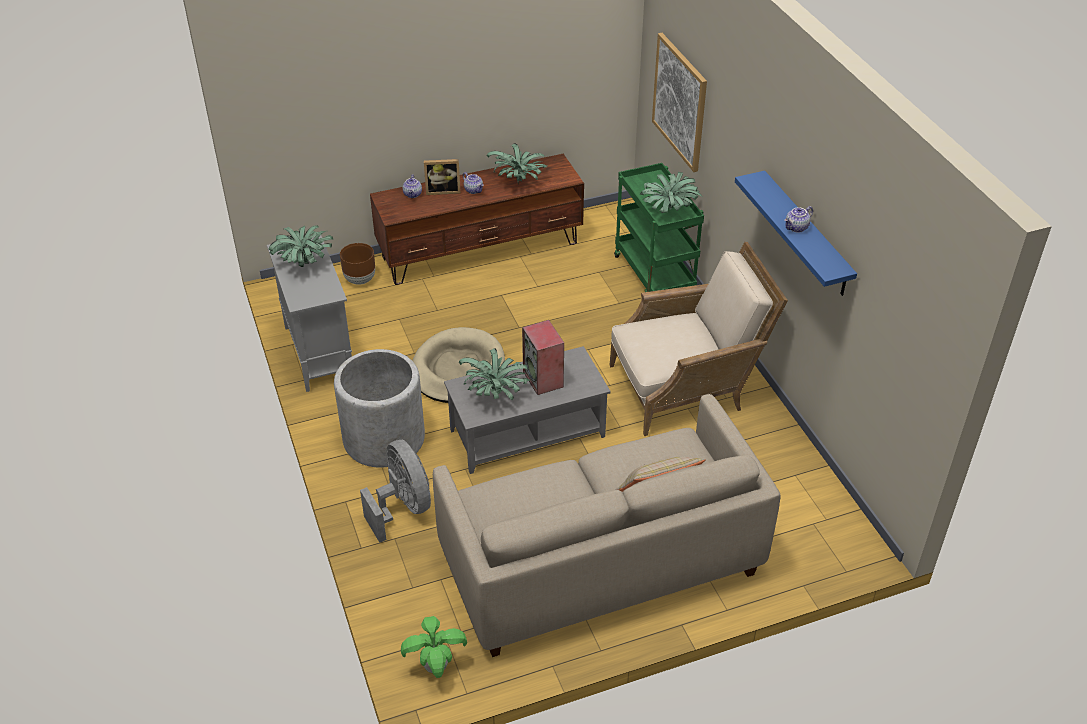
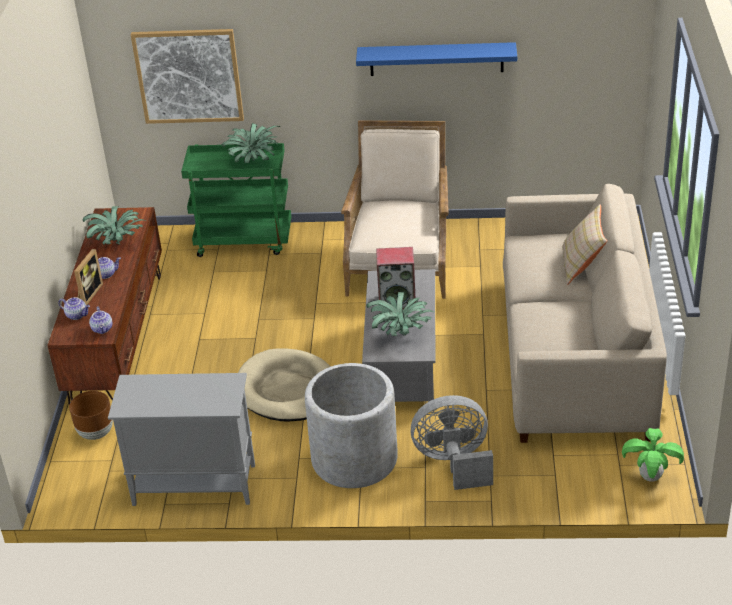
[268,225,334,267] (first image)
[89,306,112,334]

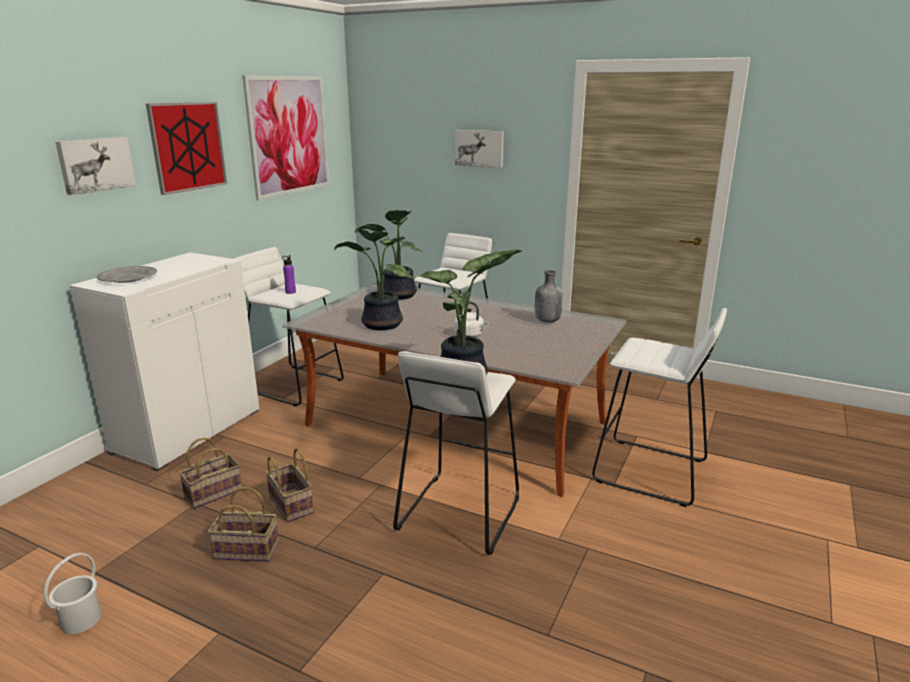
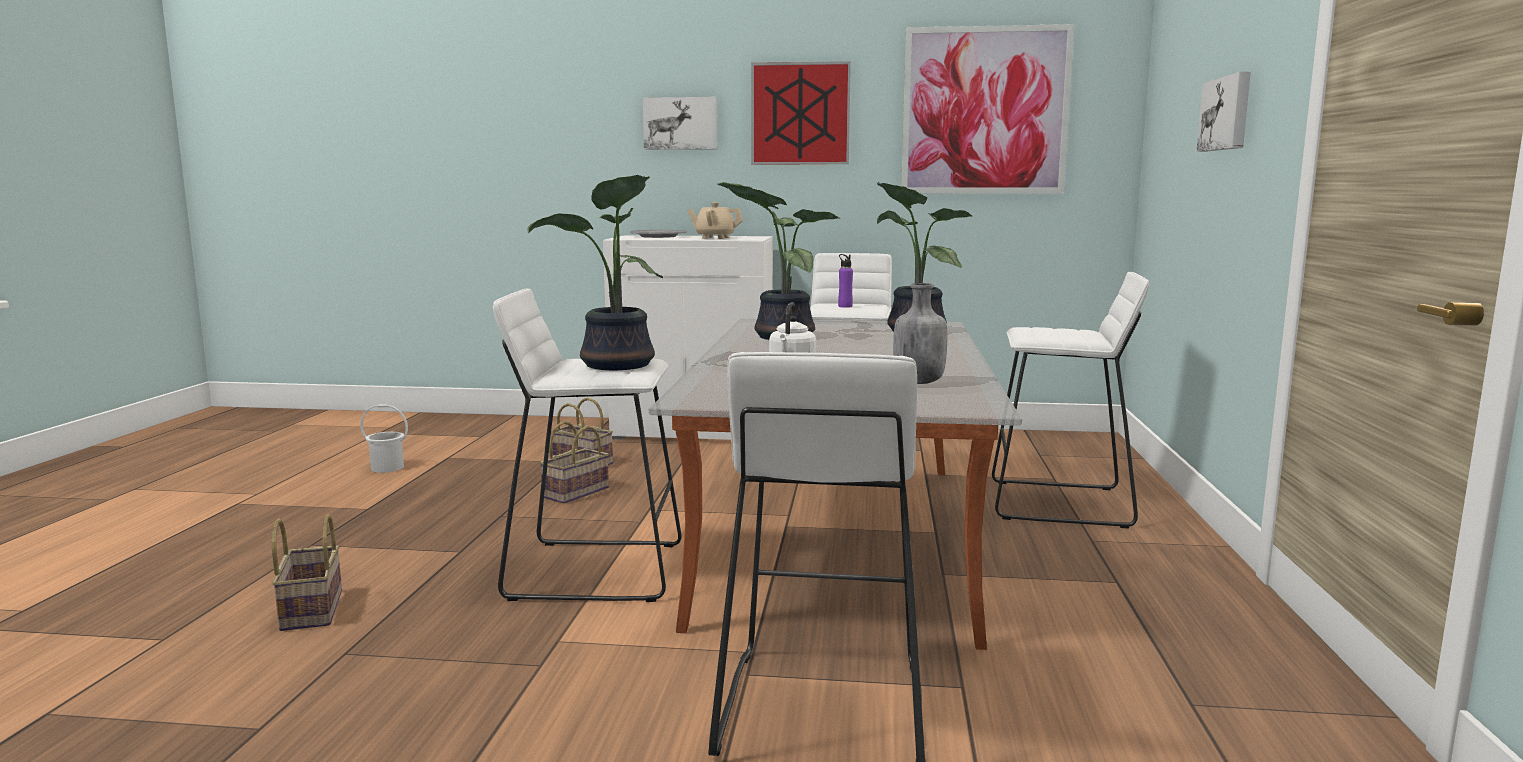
[272,514,342,631]
[687,202,743,239]

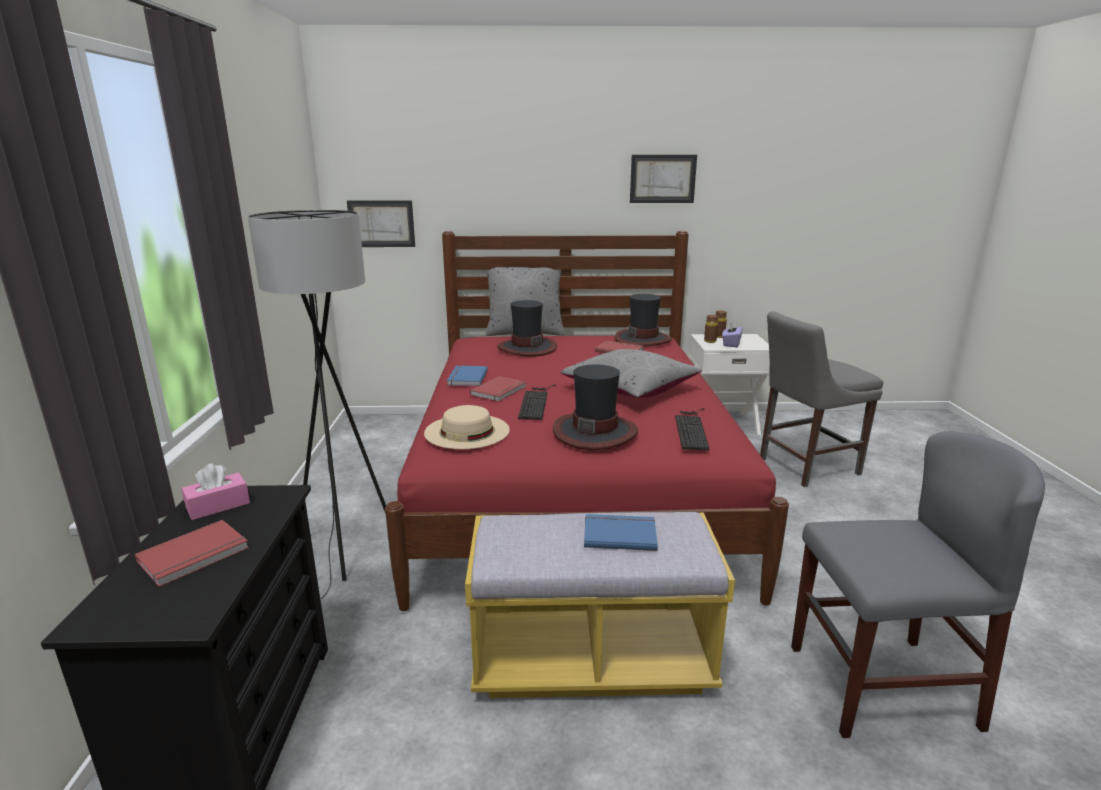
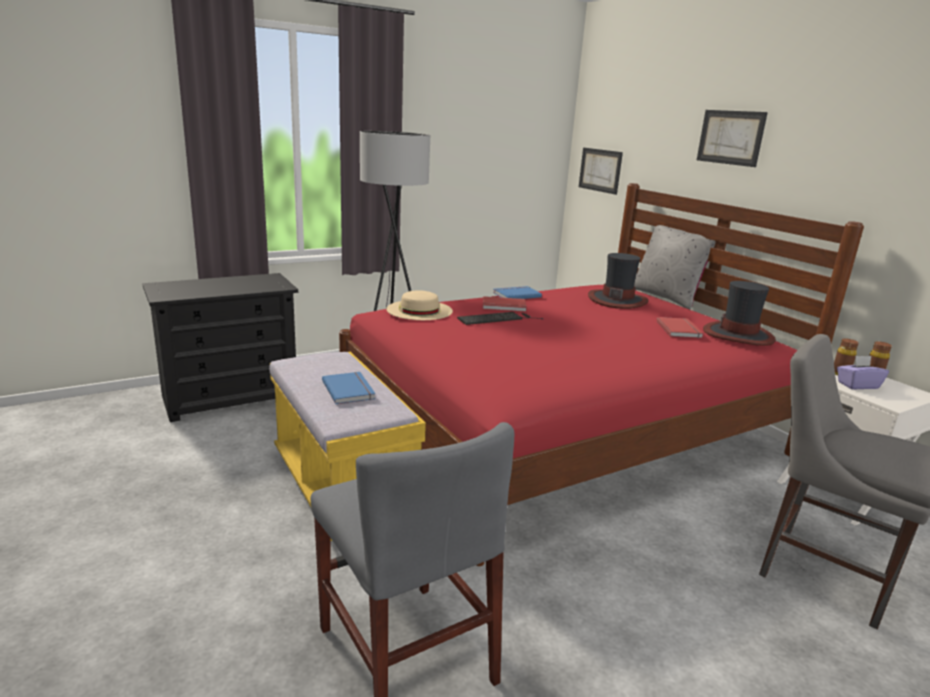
[135,520,249,587] (first image)
[182,463,250,520] (first image)
[553,364,638,450] (first image)
[561,349,702,398] (first image)
[697,110,768,167]
[675,408,710,450] (first image)

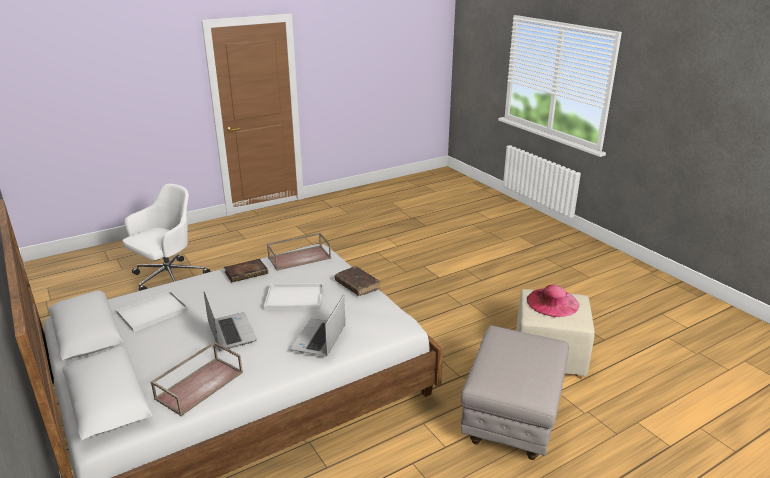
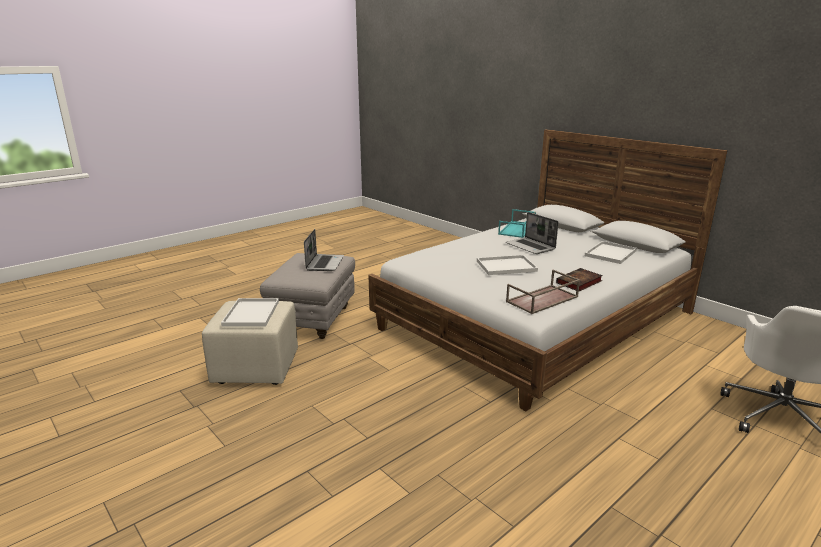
[498,209,536,238]
[304,229,344,271]
[335,266,380,296] (first image)
[221,298,279,327]

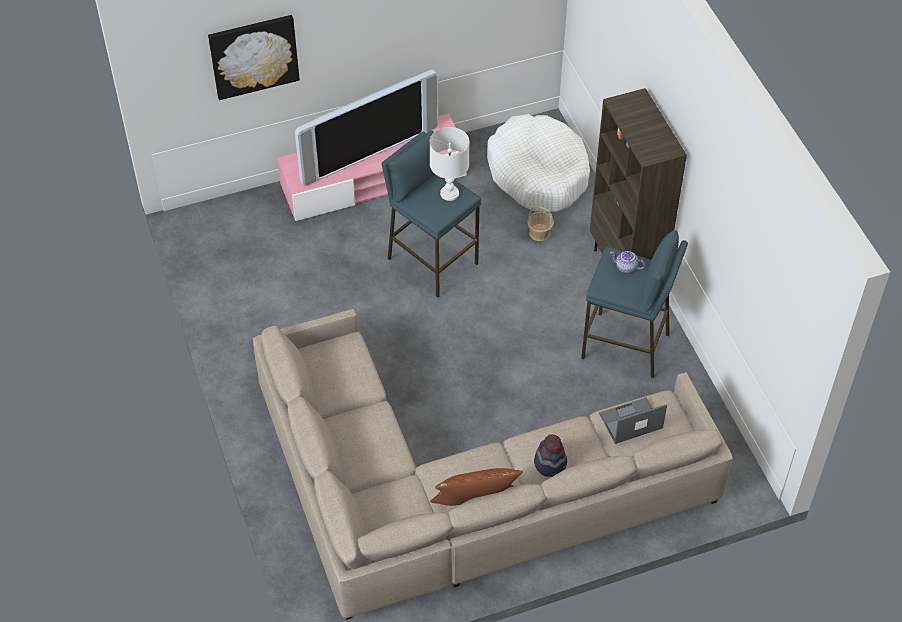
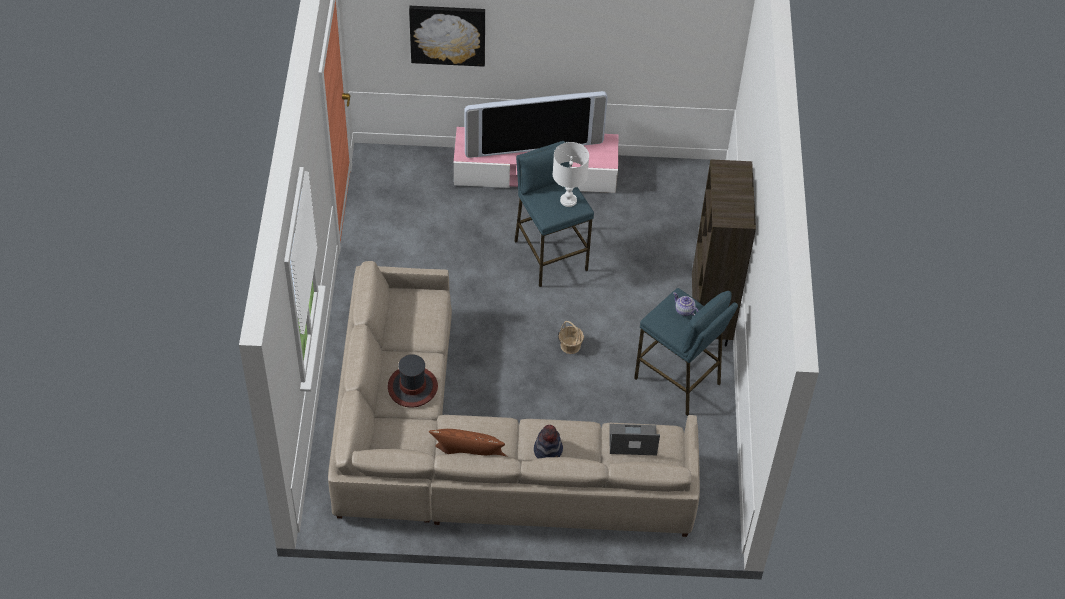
[487,114,590,212] (first image)
[559,321,584,354]
[388,354,438,408]

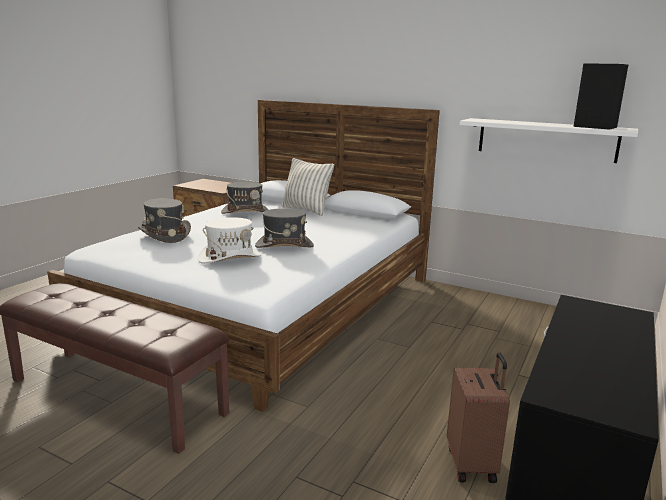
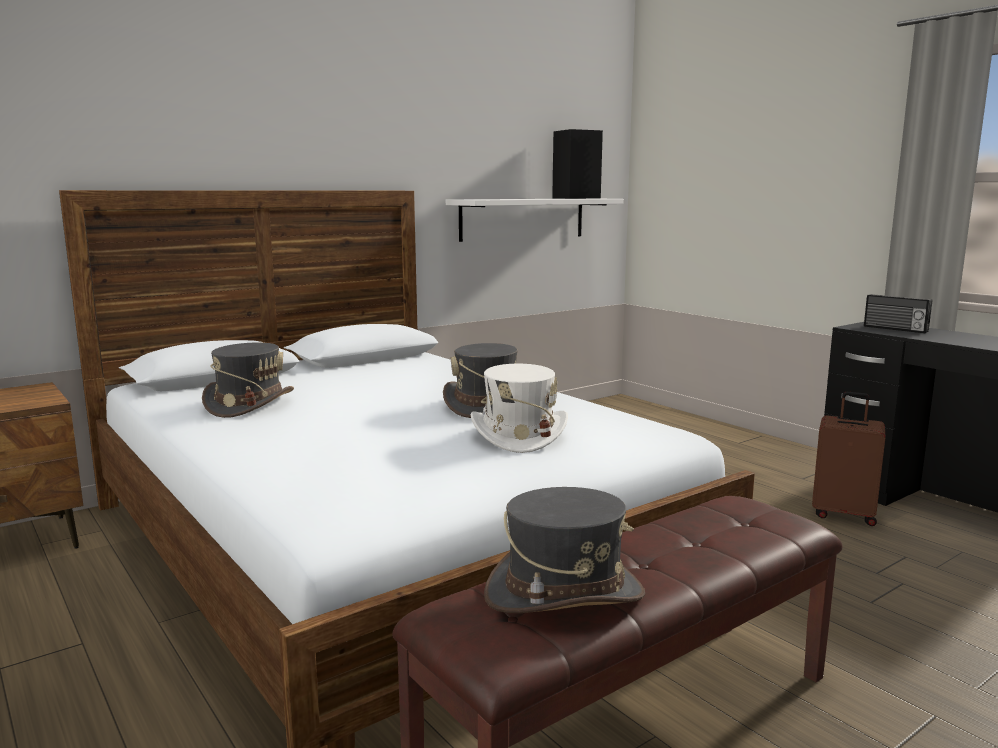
[484,487,645,613]
[281,158,334,216] (first image)
[864,294,932,333]

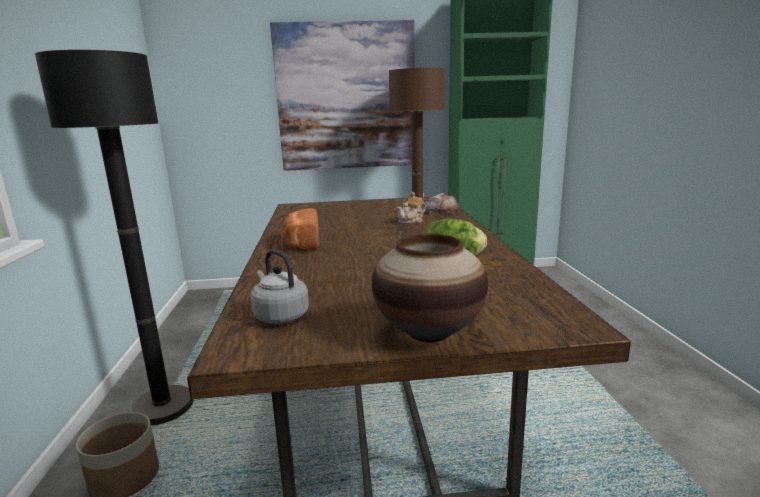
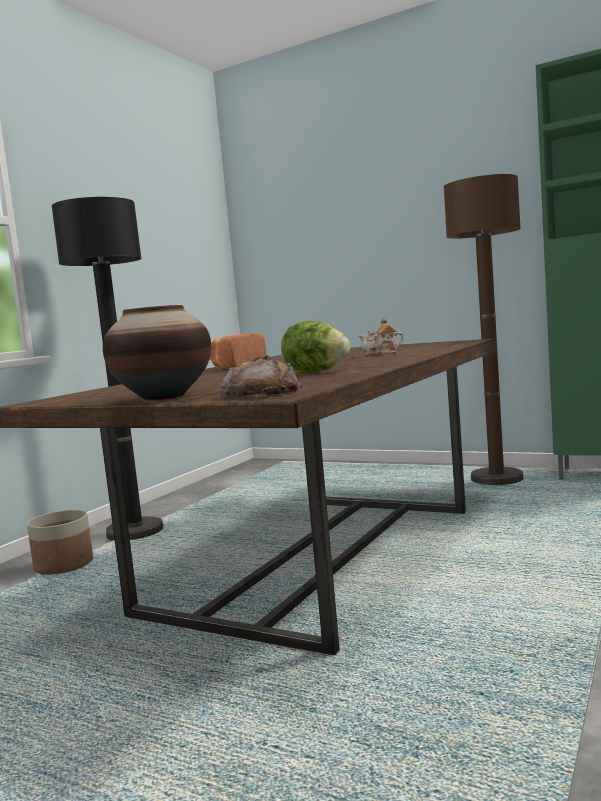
[250,250,309,324] (first image)
[270,20,415,171] (first image)
[220,355,302,396]

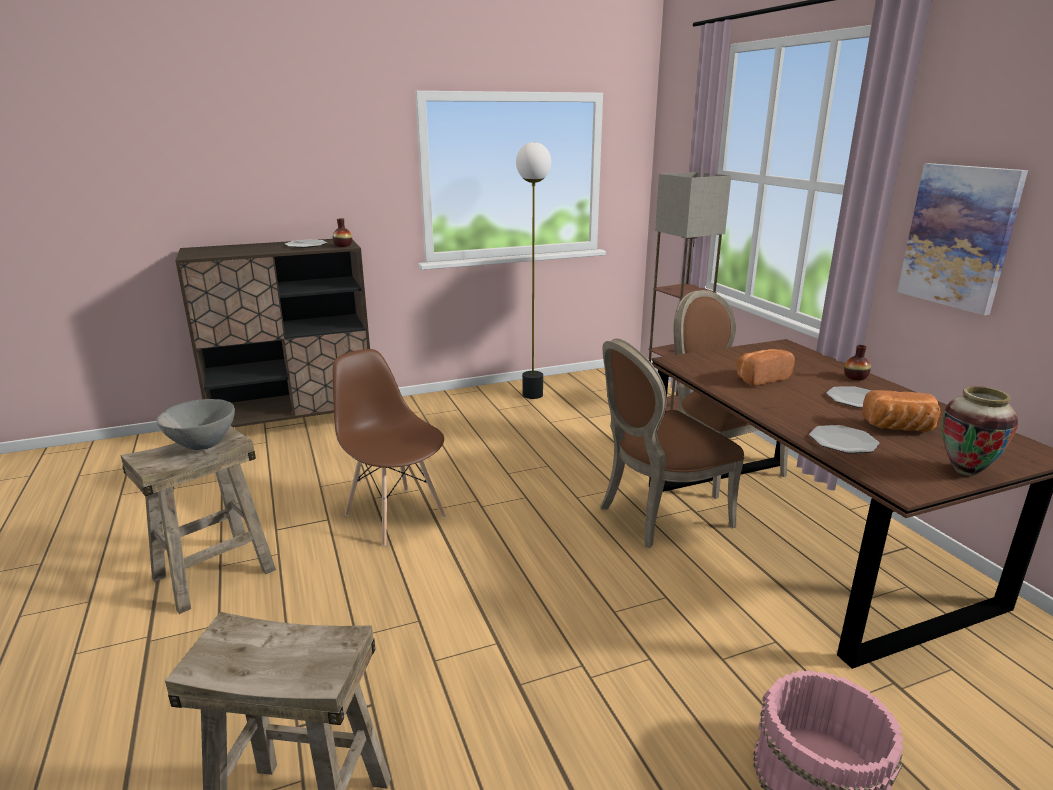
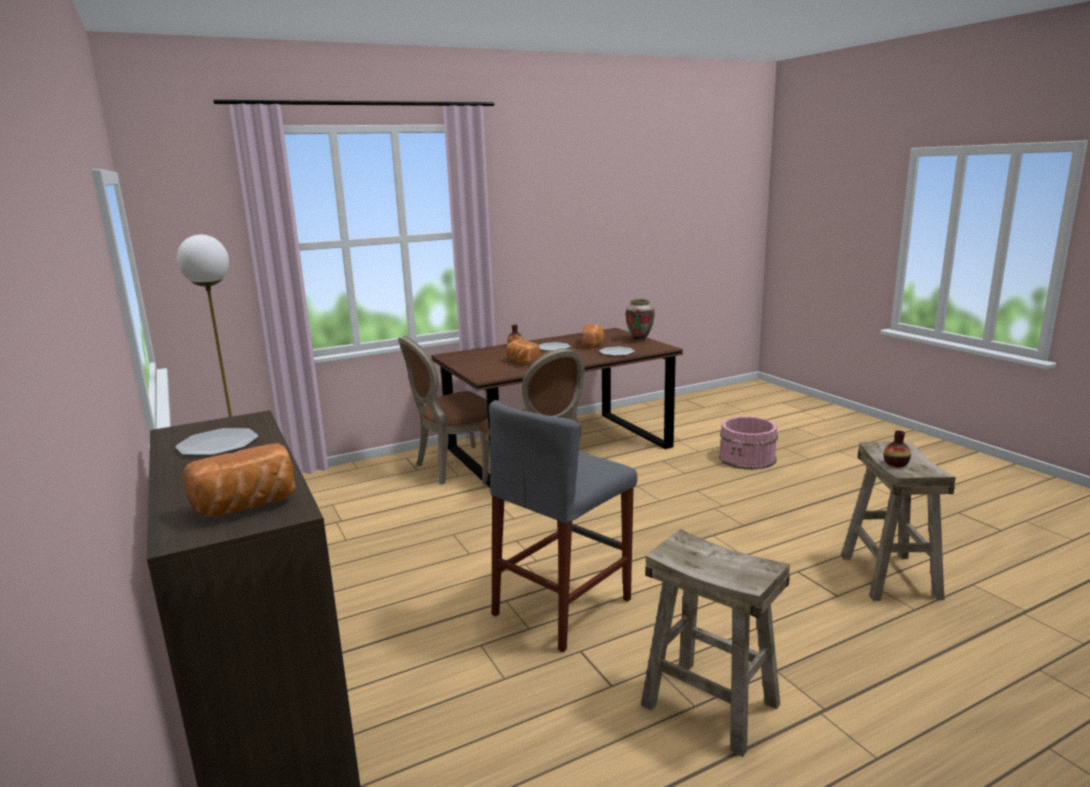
[157,399,235,450] (first image)
[884,431,911,467]
[489,400,637,652]
[649,172,731,411] (first image)
[897,163,1028,315] (first image)
[183,443,296,518]

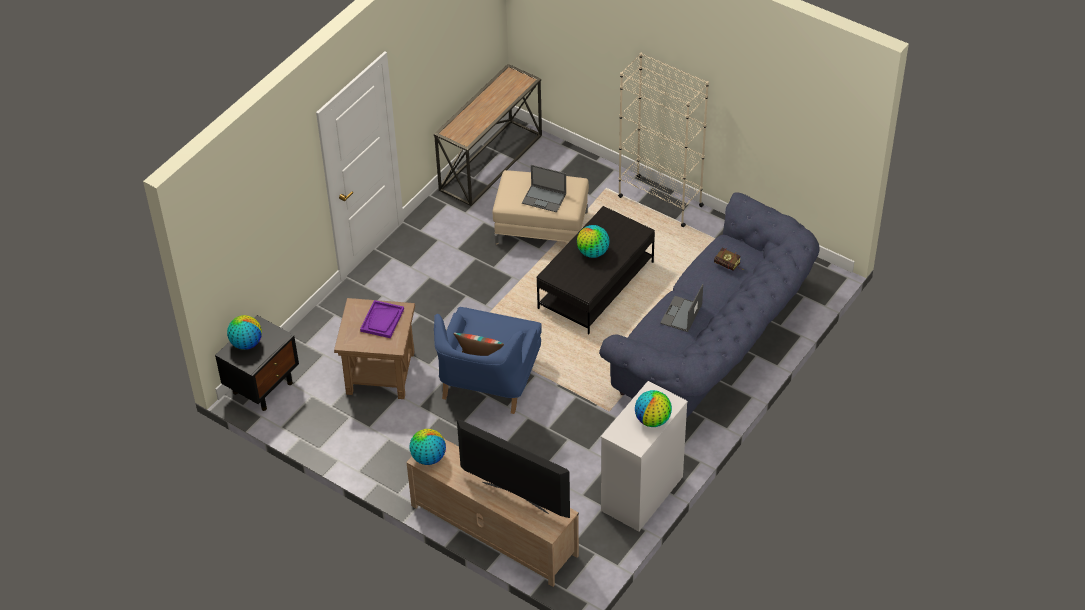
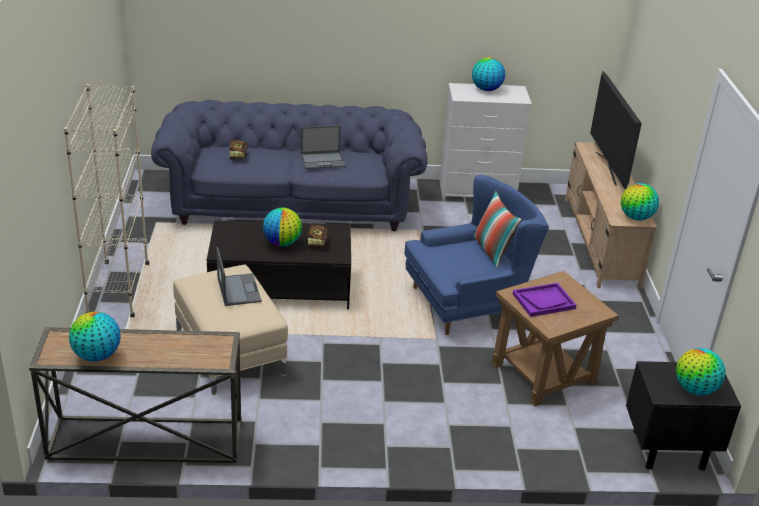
[69,312,121,362]
[308,223,329,247]

